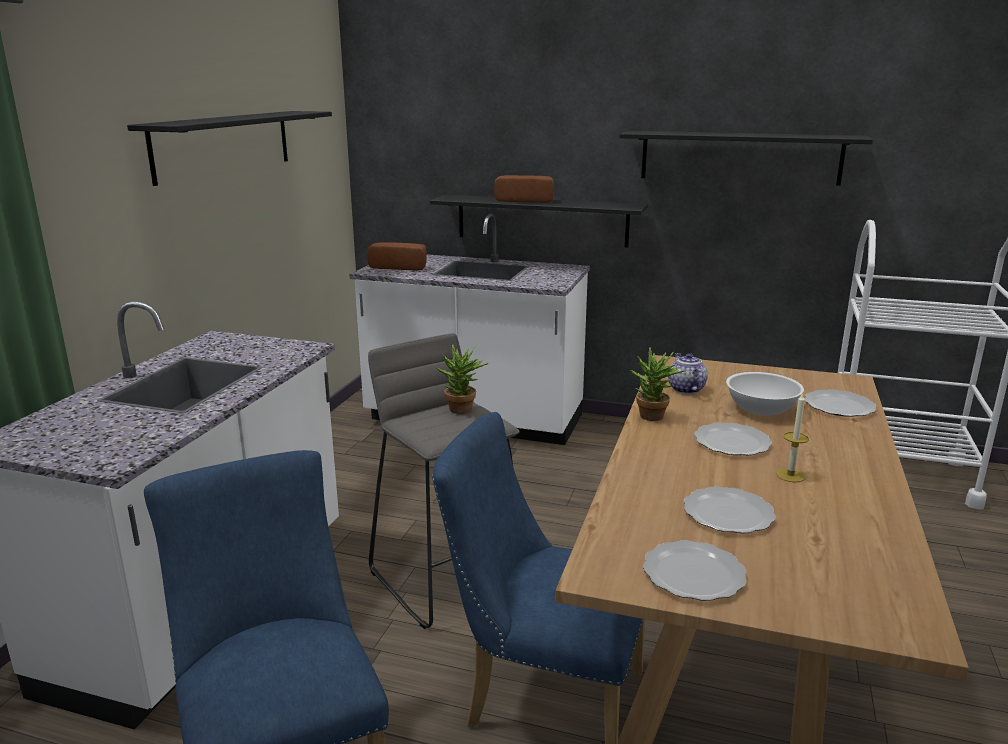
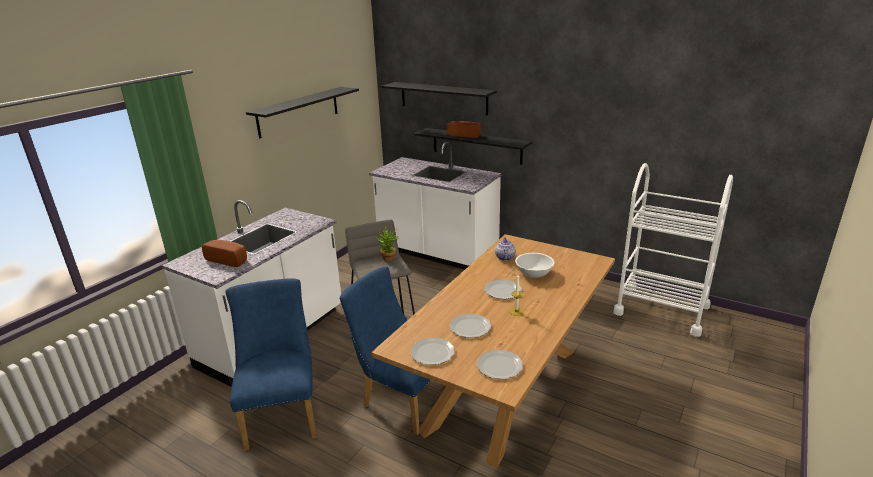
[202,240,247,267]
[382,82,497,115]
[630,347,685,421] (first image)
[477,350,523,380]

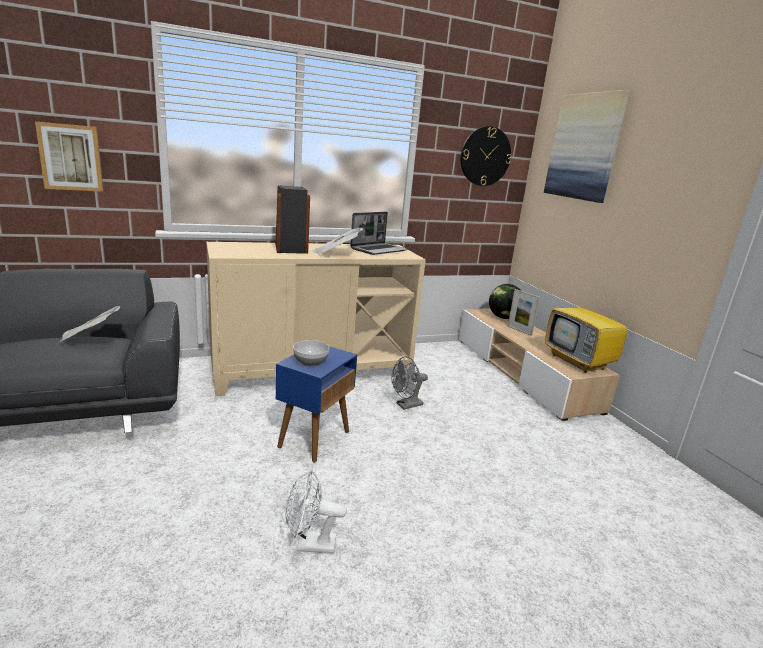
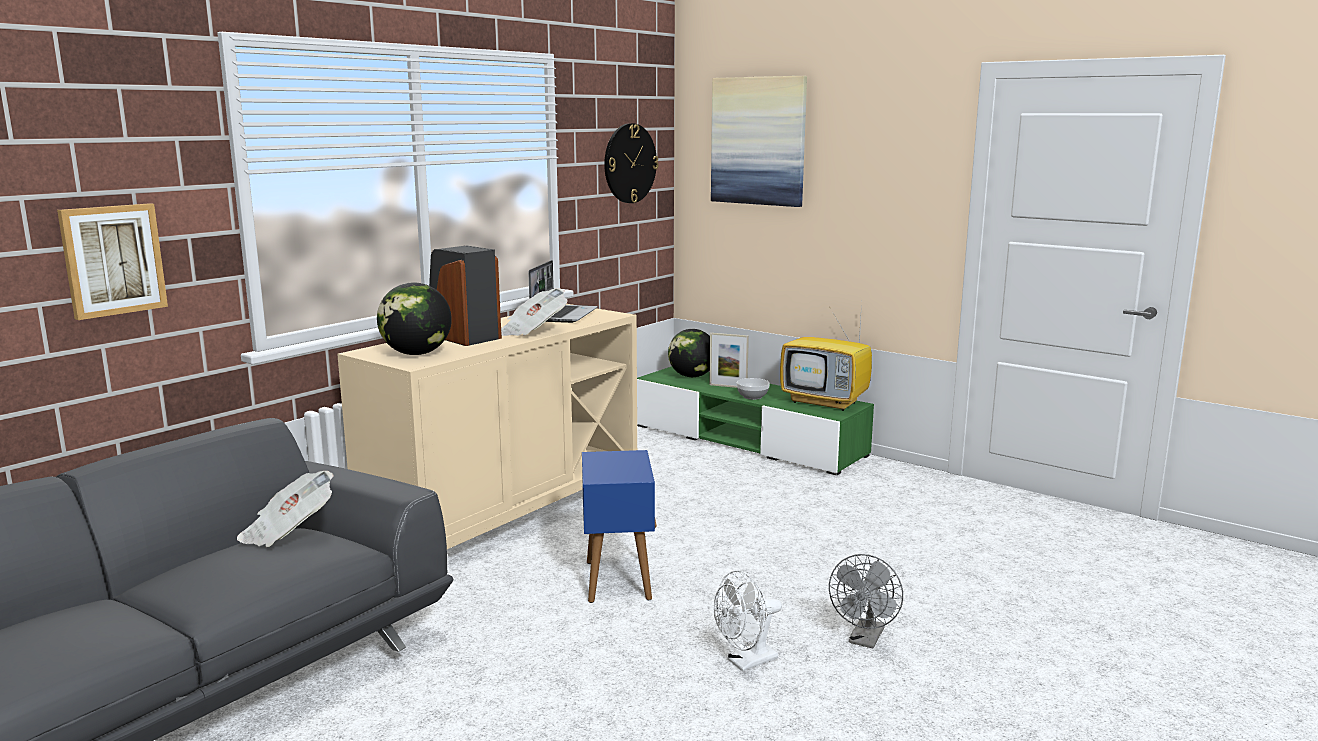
[737,378,770,400]
[829,554,903,649]
[637,366,874,475]
[377,283,452,355]

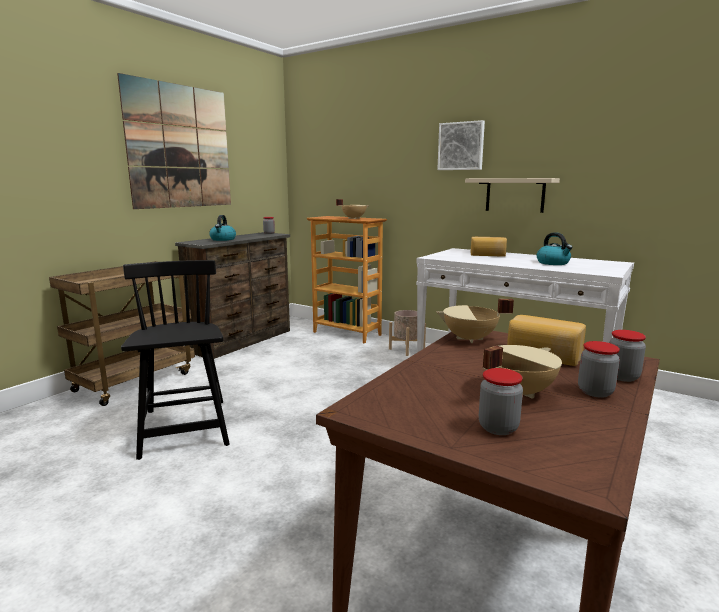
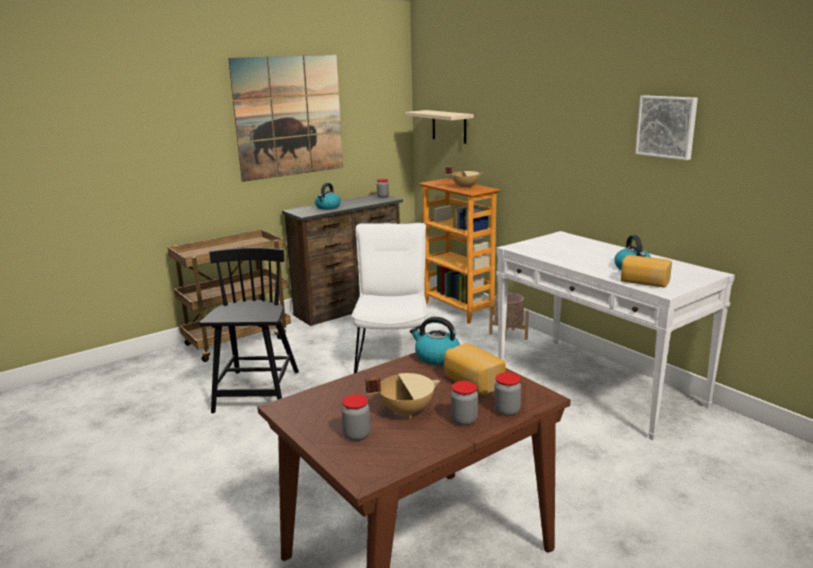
[410,317,460,365]
[635,95,698,160]
[405,110,474,144]
[621,255,672,288]
[352,223,427,373]

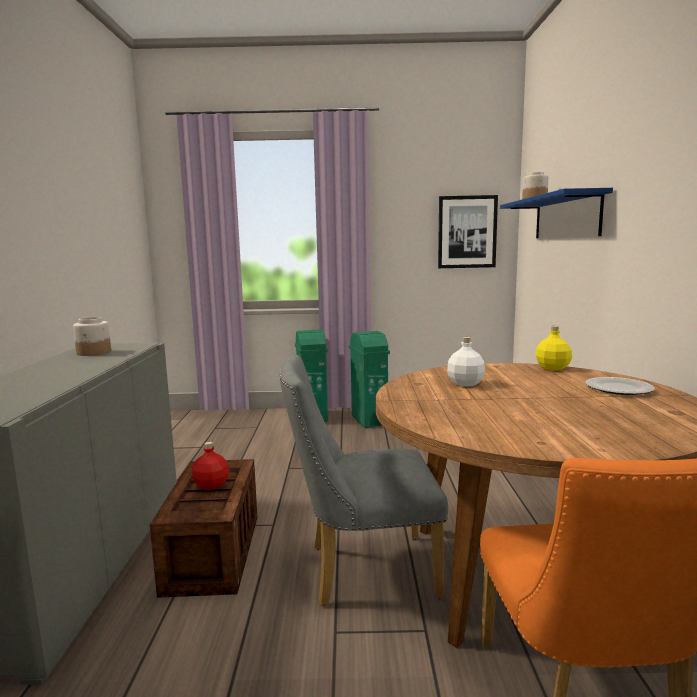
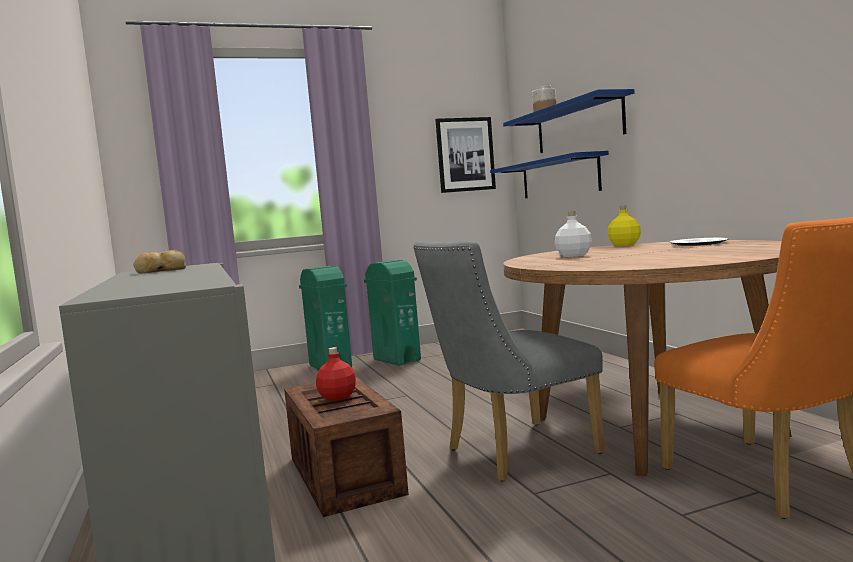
[133,250,186,273]
[490,151,609,198]

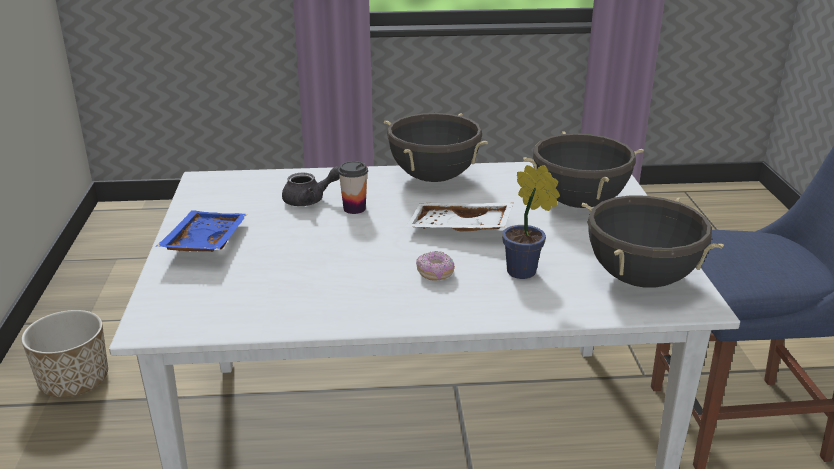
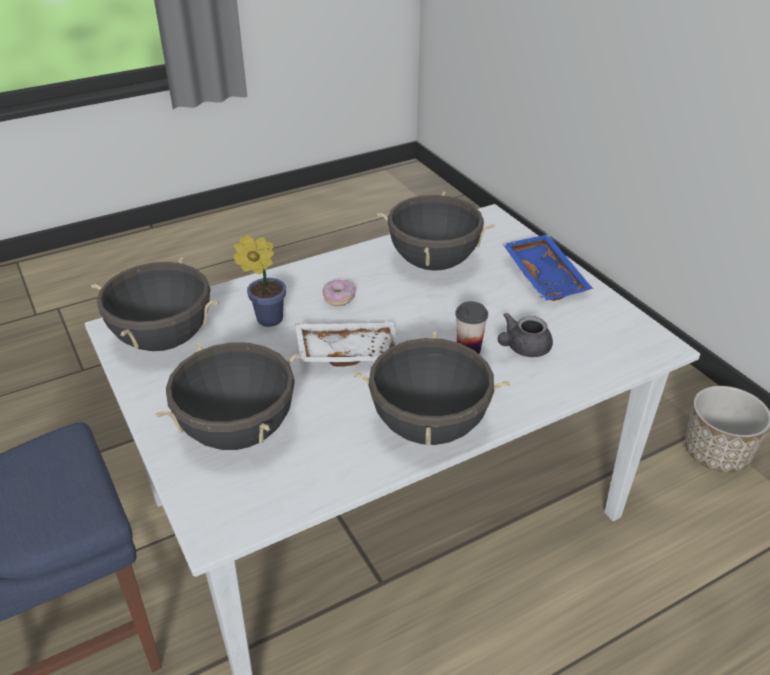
[377,192,495,271]

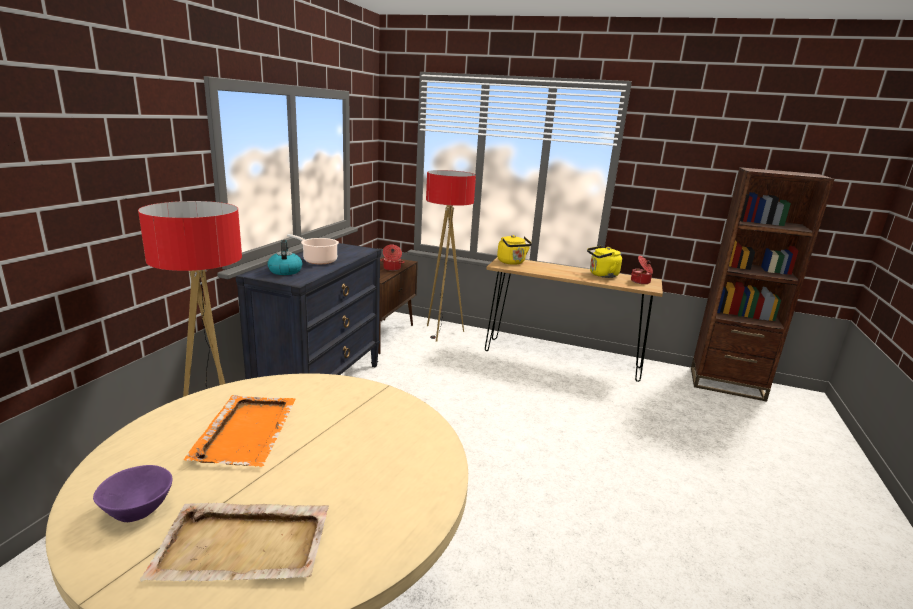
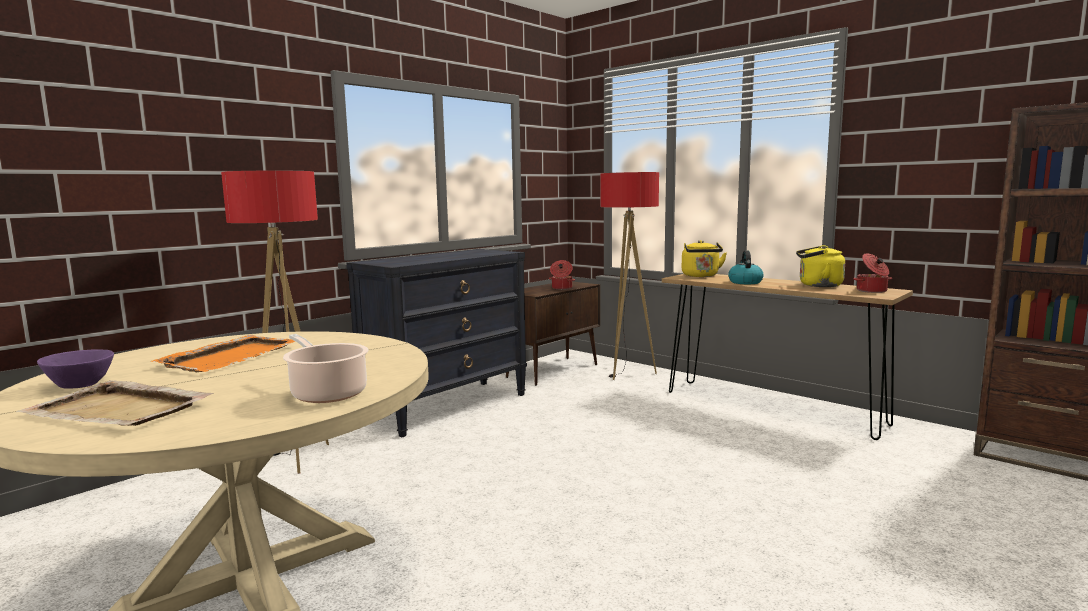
[728,251,764,284]
[283,334,368,403]

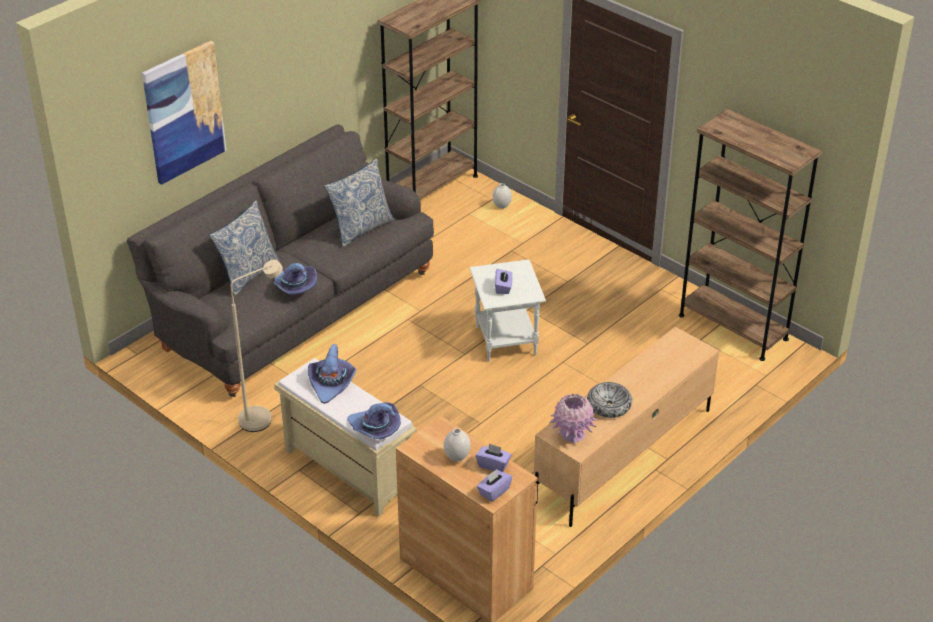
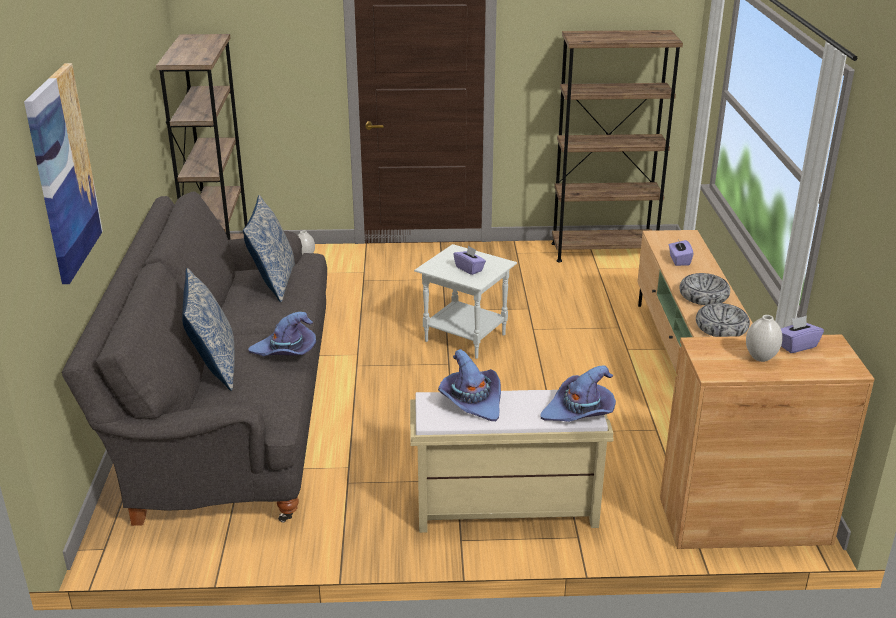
[231,259,283,432] (first image)
[669,239,694,266]
[696,303,750,337]

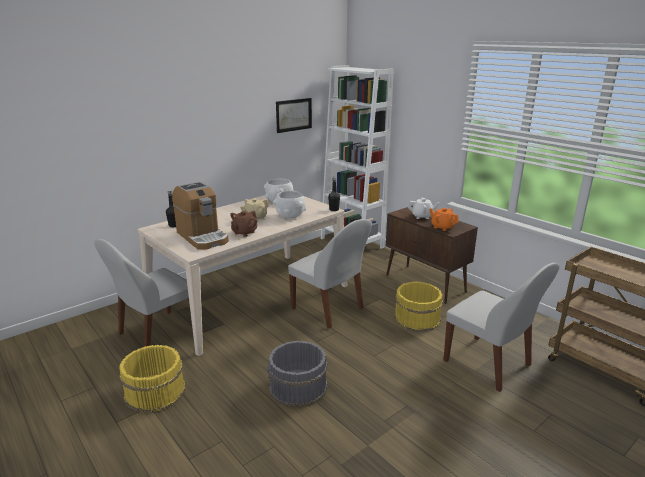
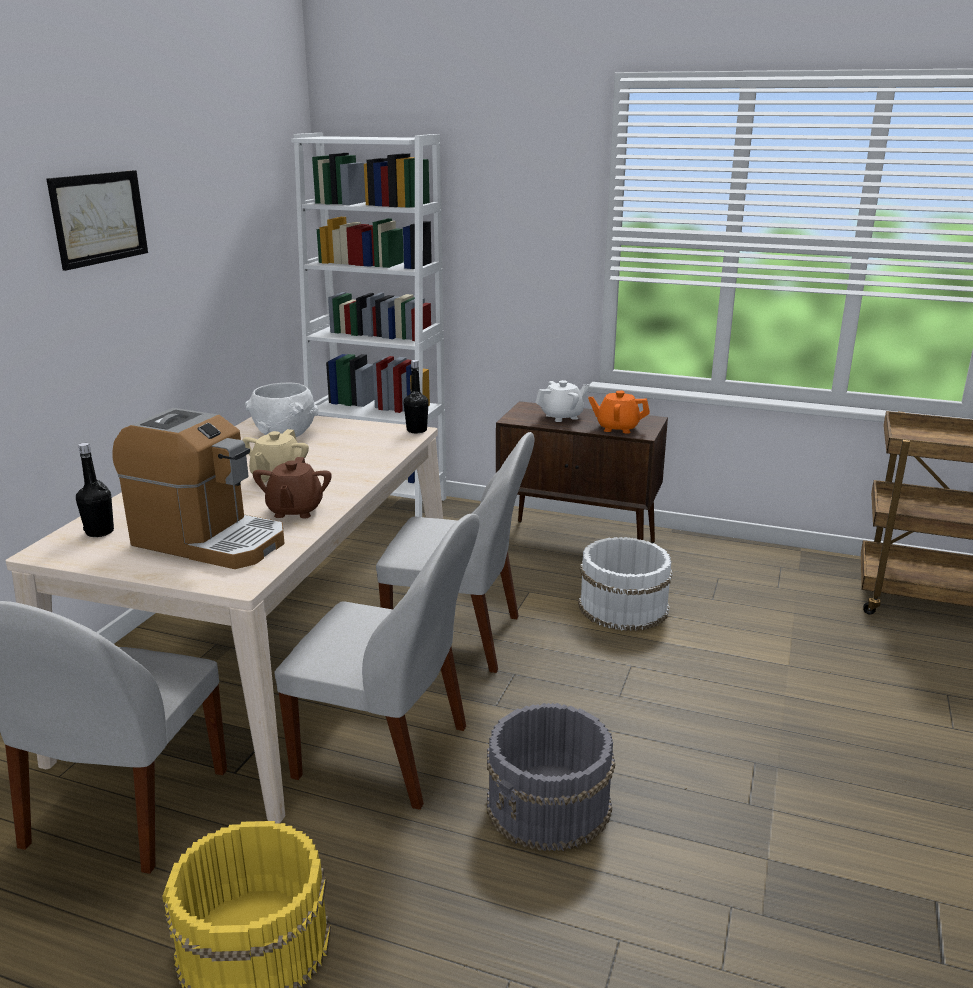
[273,191,306,218] (first image)
[47,170,148,271]
[578,537,673,631]
[275,514,480,810]

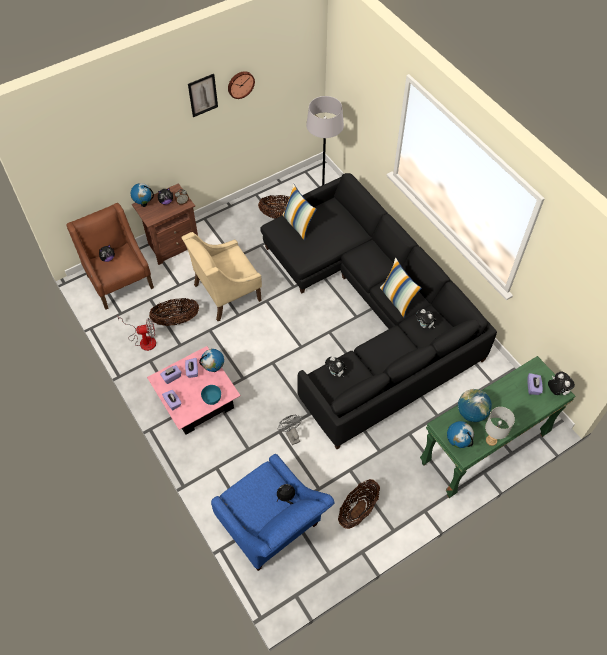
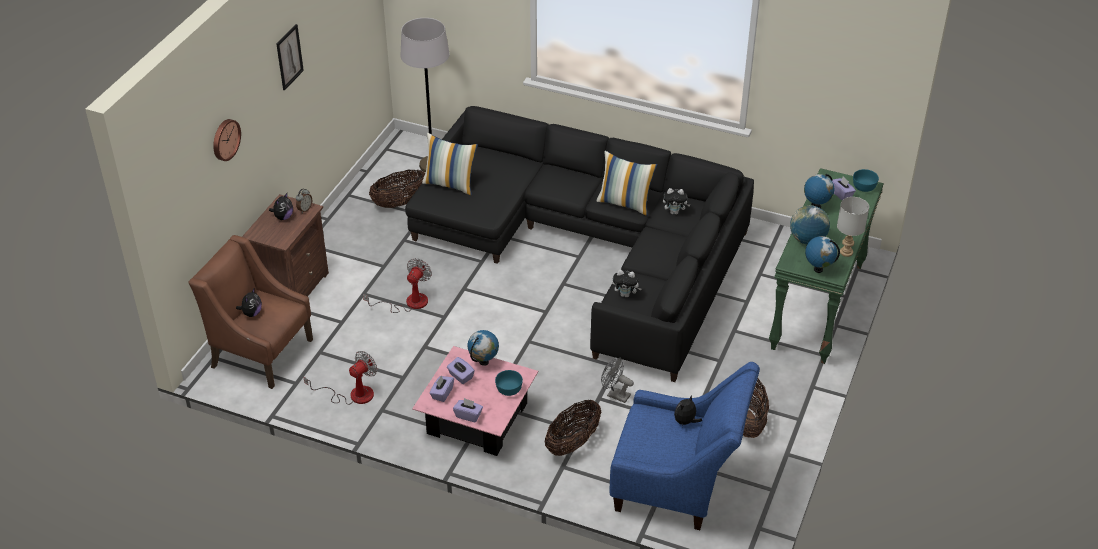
[804,174,835,208]
[545,399,601,456]
[363,259,432,313]
[213,119,241,161]
[853,169,879,192]

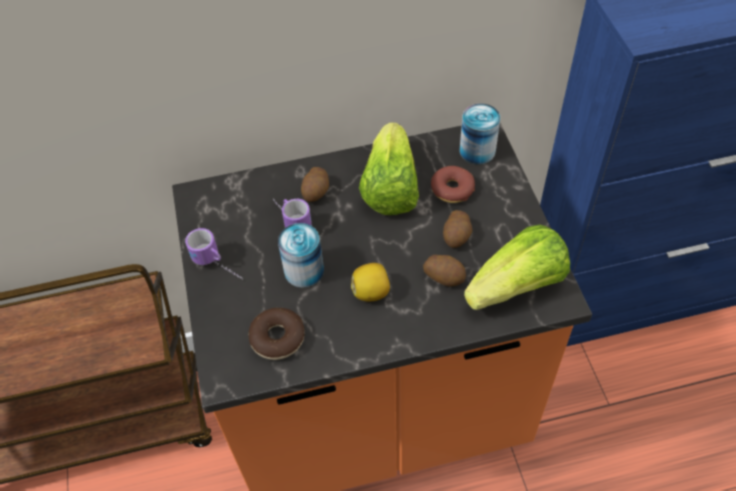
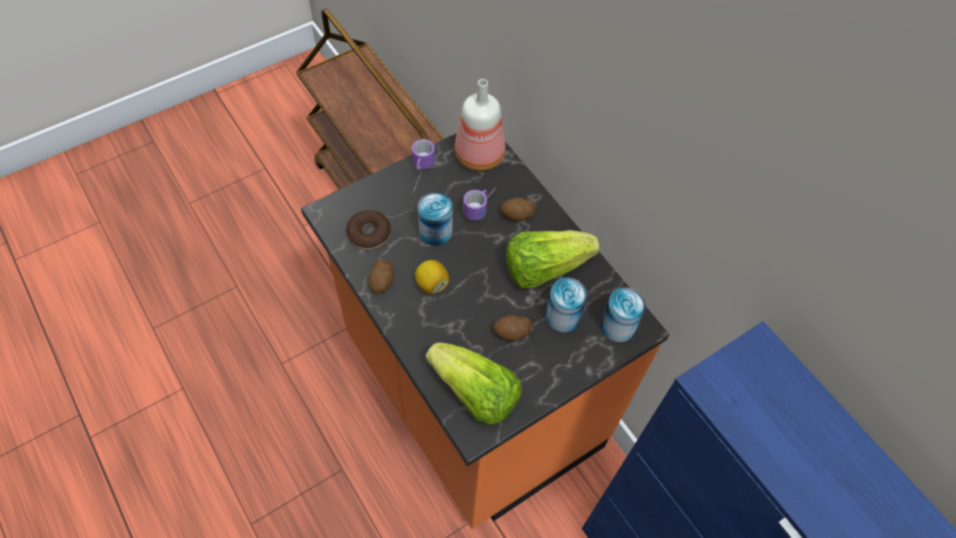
[368,259,394,294]
[545,278,587,332]
[455,79,505,171]

